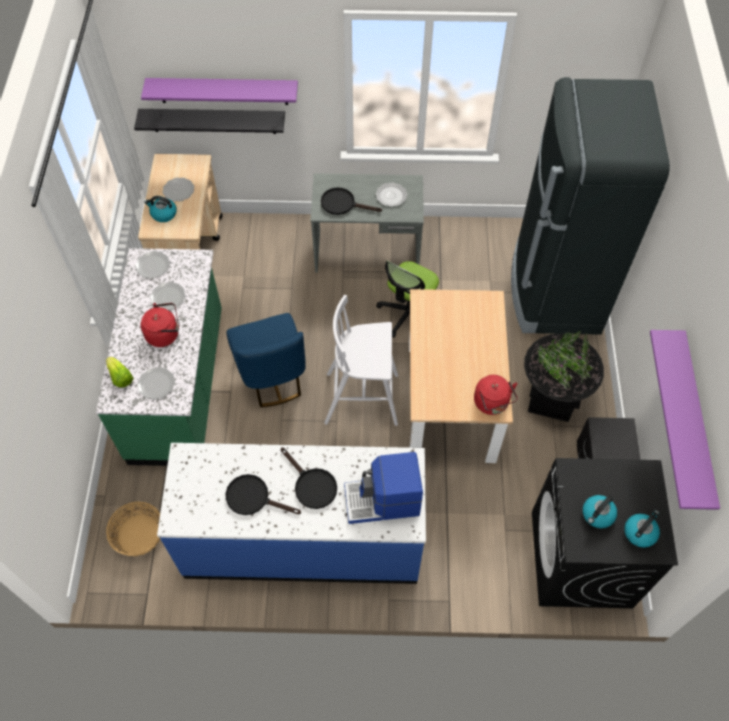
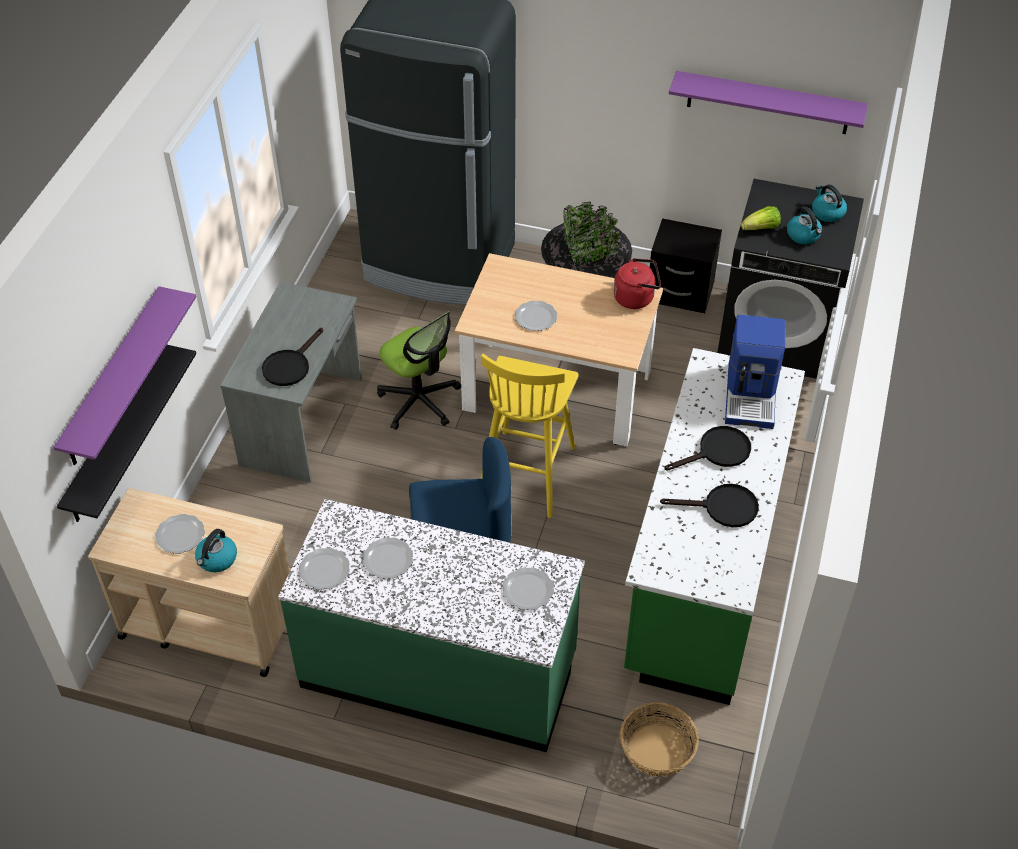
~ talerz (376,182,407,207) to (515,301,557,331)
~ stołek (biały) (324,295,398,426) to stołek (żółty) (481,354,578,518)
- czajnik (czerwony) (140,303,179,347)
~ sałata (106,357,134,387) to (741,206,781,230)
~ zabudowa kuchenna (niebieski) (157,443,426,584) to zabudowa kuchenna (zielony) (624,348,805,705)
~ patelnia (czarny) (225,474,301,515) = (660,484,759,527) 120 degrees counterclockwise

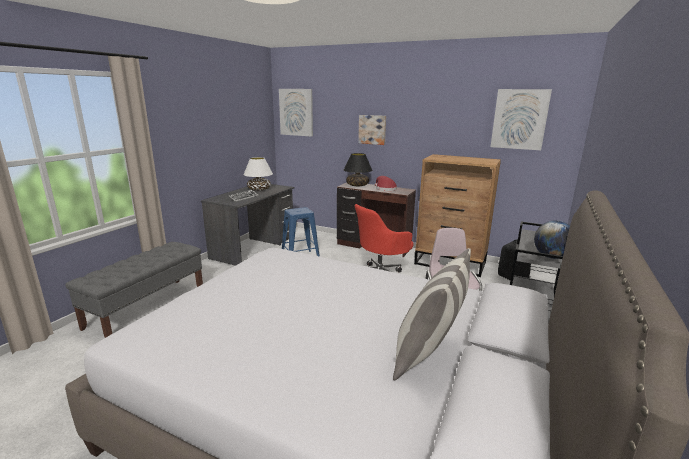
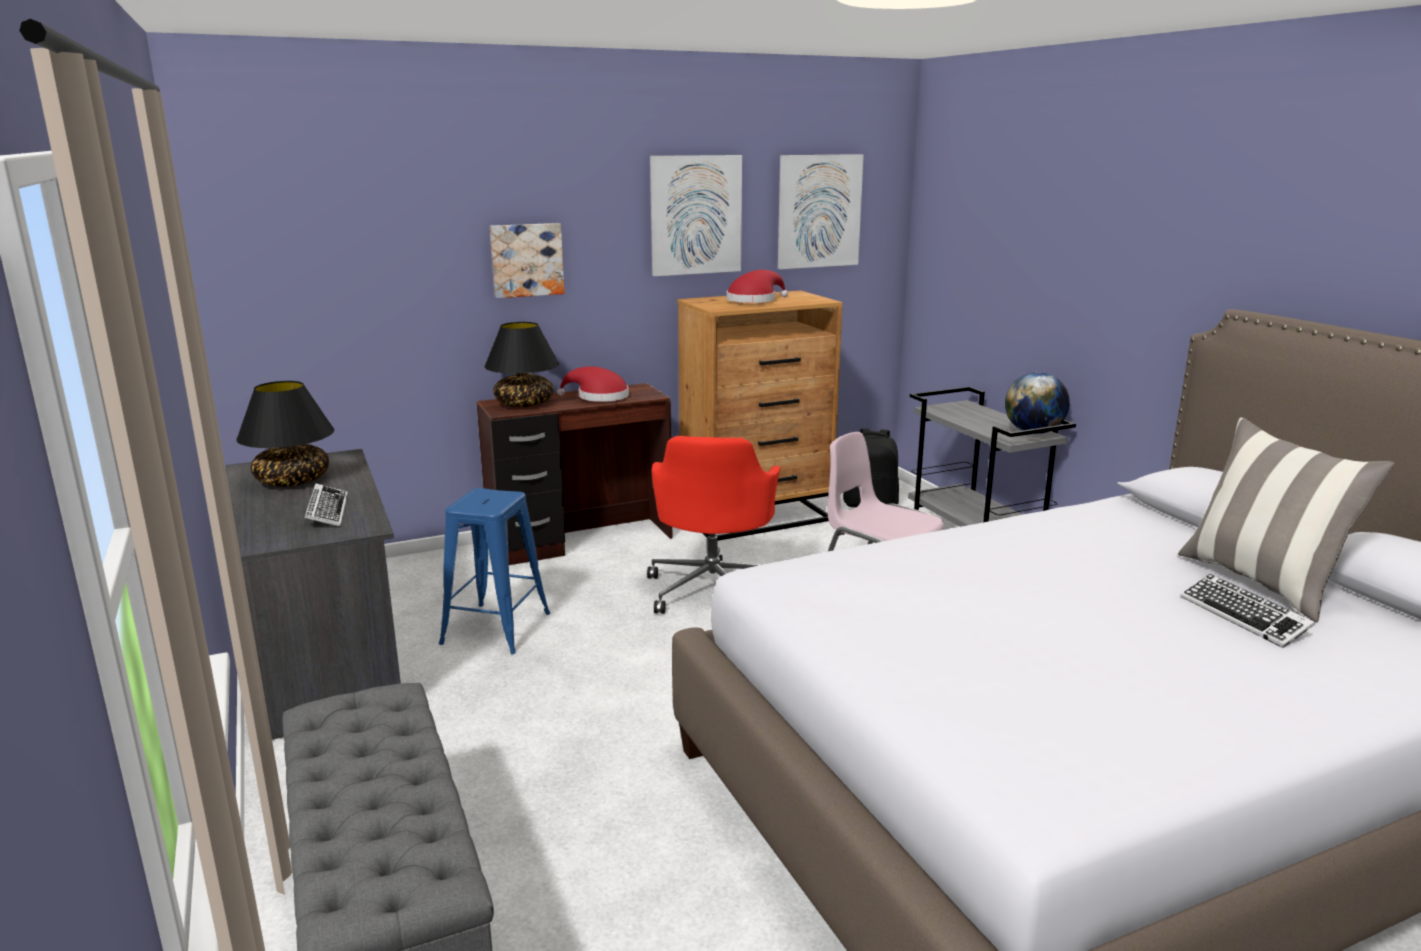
~ obraz (279,89,313,137) to (650,155,742,276)
~ lampa stołowa (biały) (243,157,273,191) to lampa stołowa (czarny) (236,381,334,486)
+ kapelusz (czerwony) (727,270,788,303)
+ klawiatura (1180,574,1315,648)

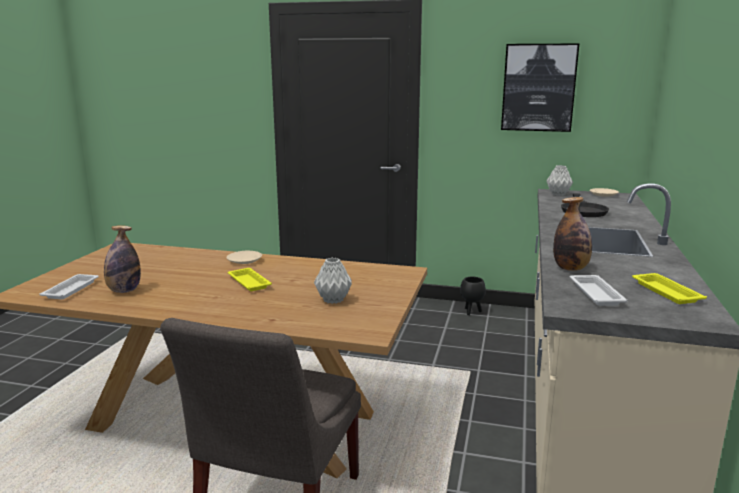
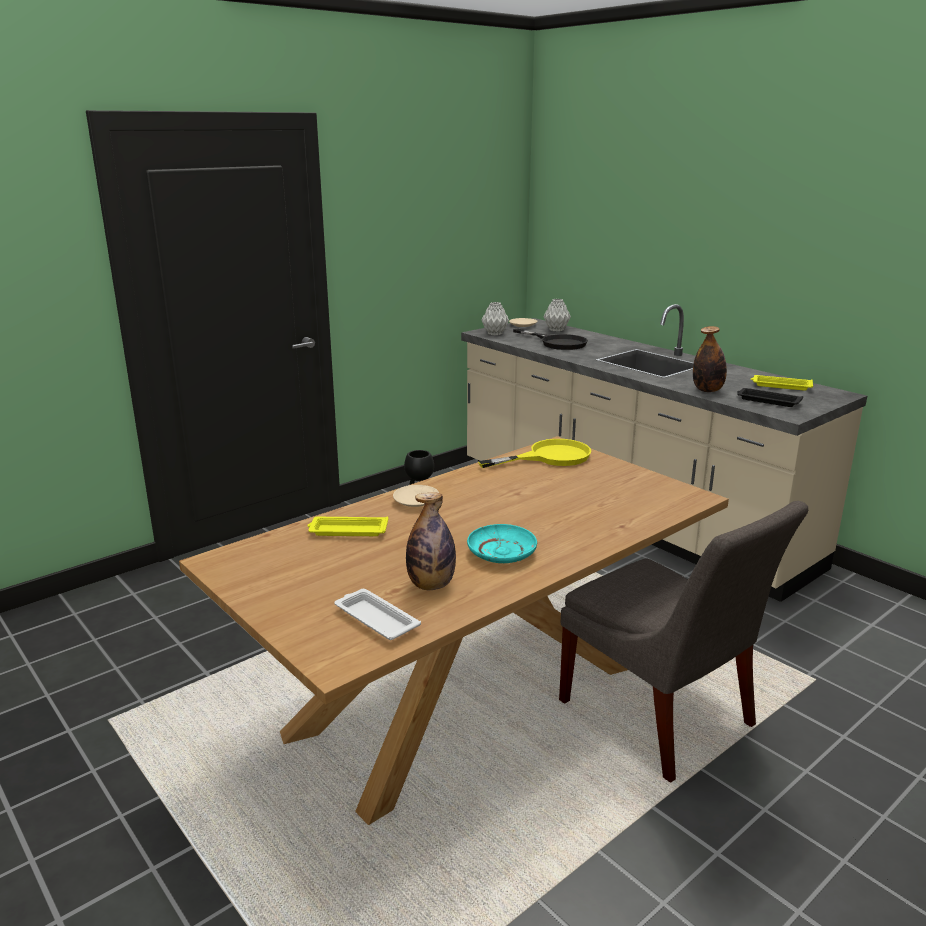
- obraz (501,44,579,132)
~ wazon (szary) (314,258,352,304) to (543,299,571,332)
~ taca (żółty) (228,268,272,291) to (307,517,388,536)
~ taca (biały) (570,275,628,306) to taca (czarny) (737,388,803,407)
+ patelnia (żółty) (478,439,591,468)
+ talerz (turkusowy) (467,524,537,563)

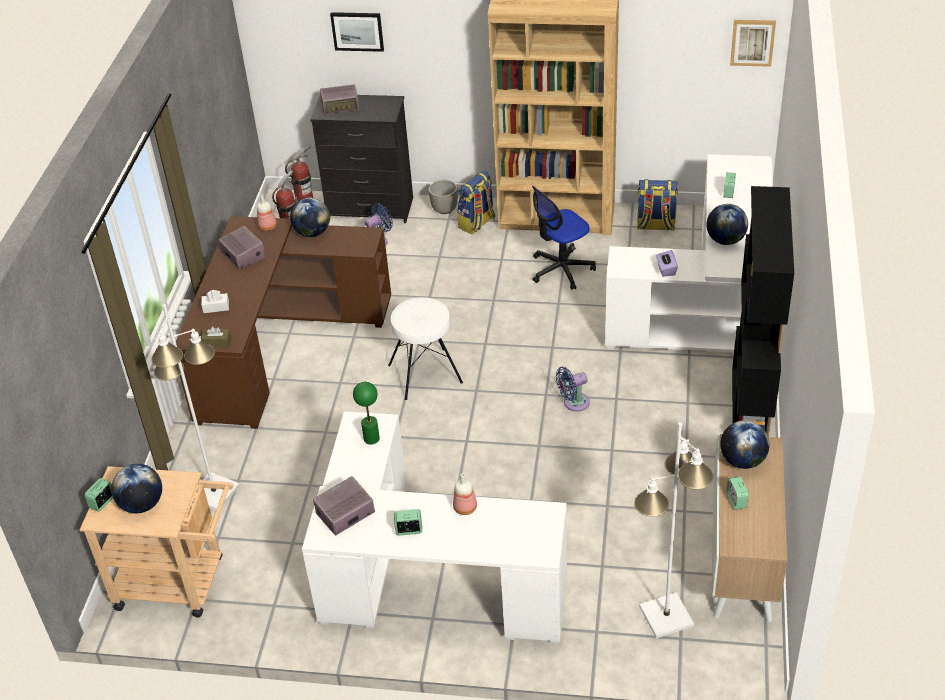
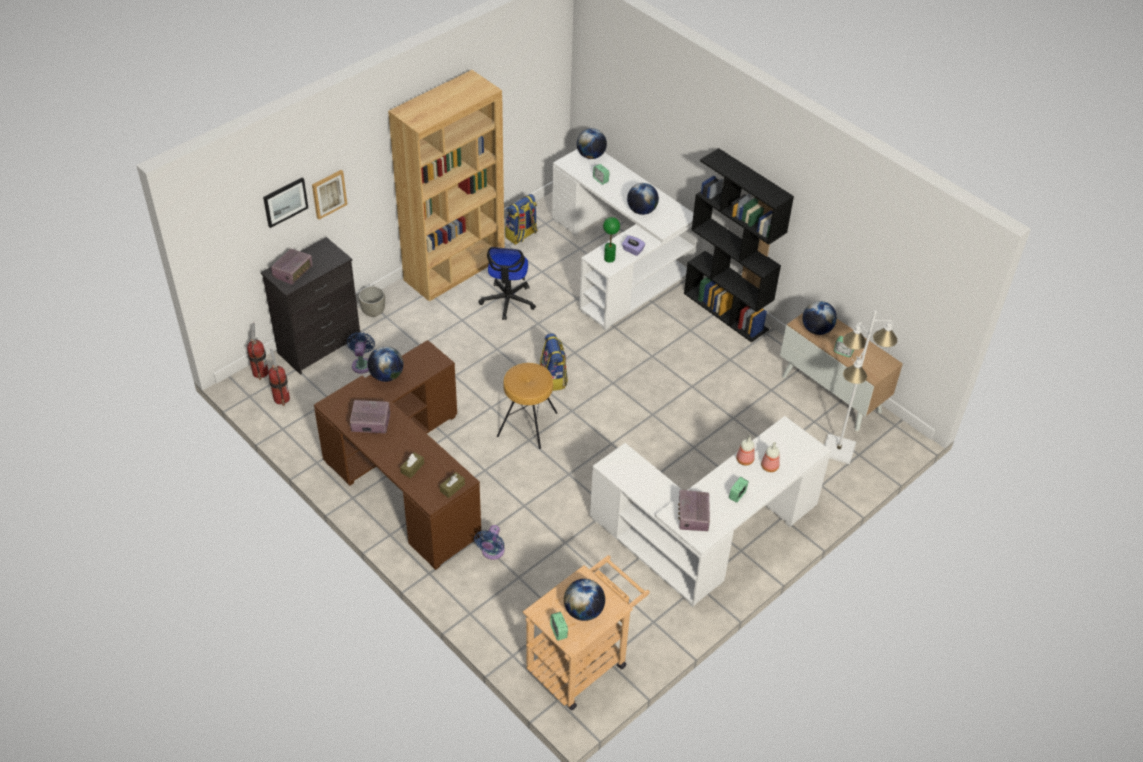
~ obraz (730,20,776,67) to (312,170,347,220)
~ plecak (457,171,495,234) to (540,333,568,391)
~ butelka (257,195,277,231) to (761,442,780,472)
~ pudełko chusteczek (biały) (201,290,229,313) to pudełko chusteczek (brązowy) (400,452,424,478)
~ stołek (biały) (388,297,463,400) to stołek (brązowy) (497,363,557,449)
- lampa stojąca (biały) (151,304,240,510)
~ wentylator (niebieski) (556,367,590,412) to (474,525,505,560)
~ lampa stołowa (zielony) (353,382,380,444) to (603,217,620,263)
+ globus (577,128,607,159)

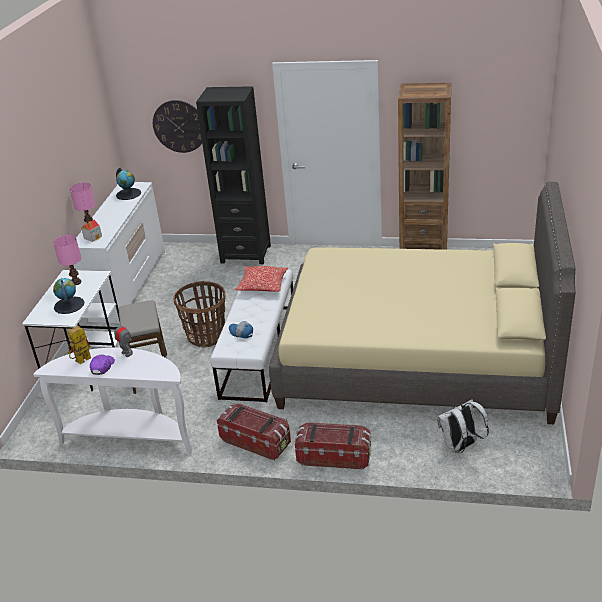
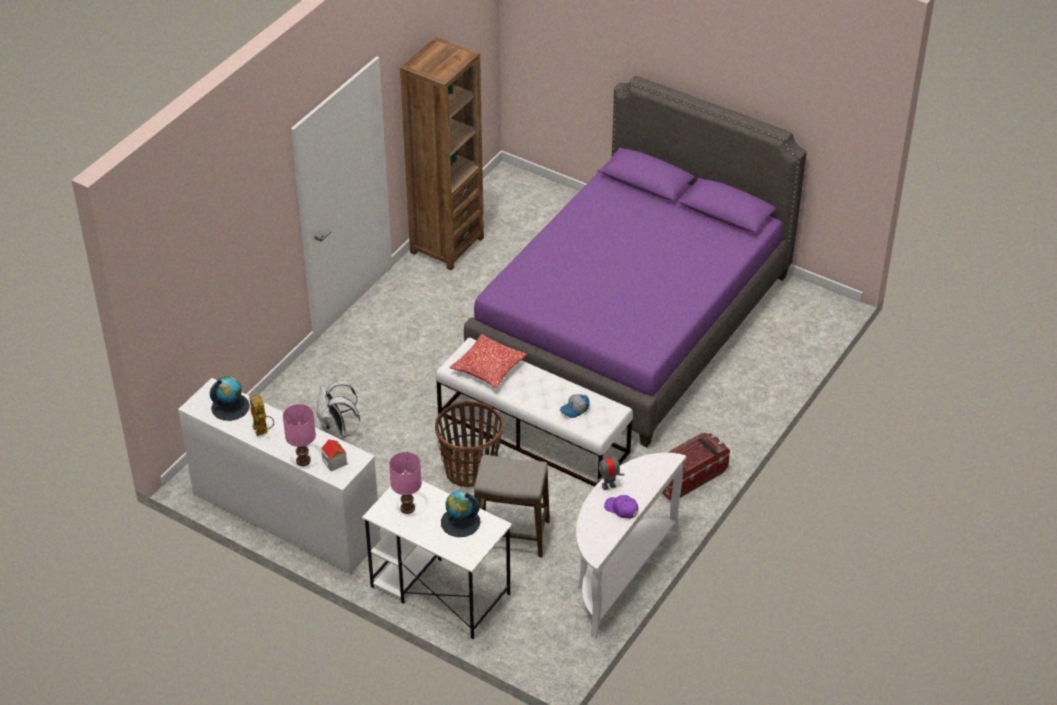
- regał (czarny) (196,87,271,264)
- zegar ścienny (153,100,202,153)
~ łóżko (beżowy) (269,182,576,424) to łóżko (fioletowy) (464,76,807,447)
~ robot zabawkowy (67,326,91,364) to (249,394,274,436)
~ plecak (biały) (437,399,489,453) to (316,381,360,440)
- pojemnik do przechowywania (295,422,371,470)

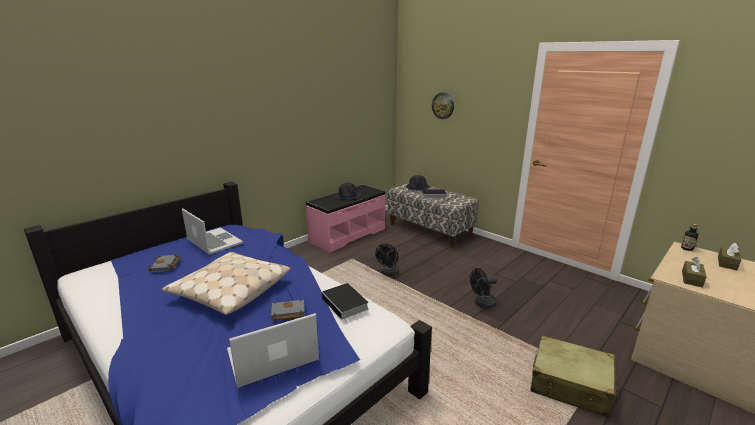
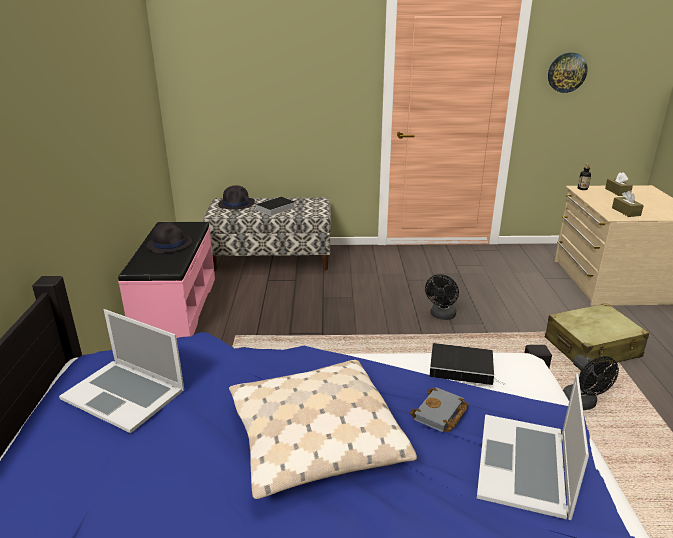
~ zegar ścienny (432,93,454,119) to (548,52,588,93)
~ laptop (182,208,243,255) = (59,309,184,433) 150 degrees counterclockwise
~ wentylator (czarny) (375,244,399,276) to (563,355,619,410)
- książka (szary) (148,255,180,272)

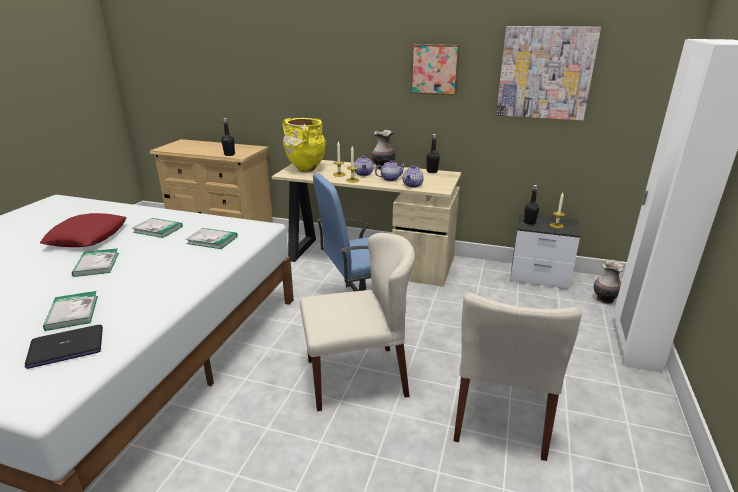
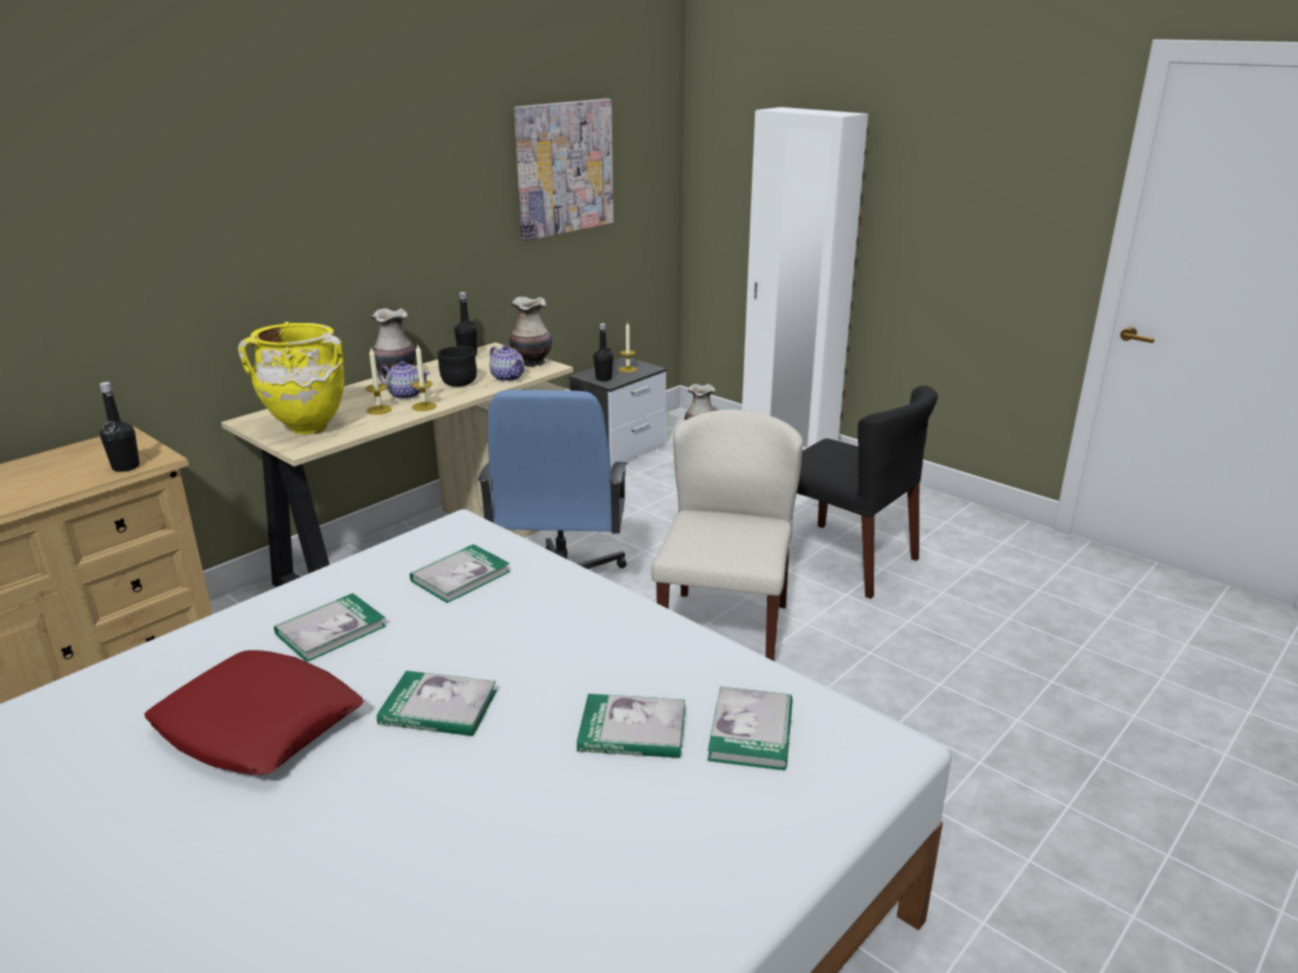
- obraz (410,44,460,96)
~ imbryk (375,160,406,181) to miska (czarny) (438,346,477,387)
~ krzesło (beżowy) (453,293,582,461) to krzesło (czarny) (797,386,938,599)
~ laptop (25,325,103,369) to książka (707,687,793,771)
+ wazon (509,296,552,367)

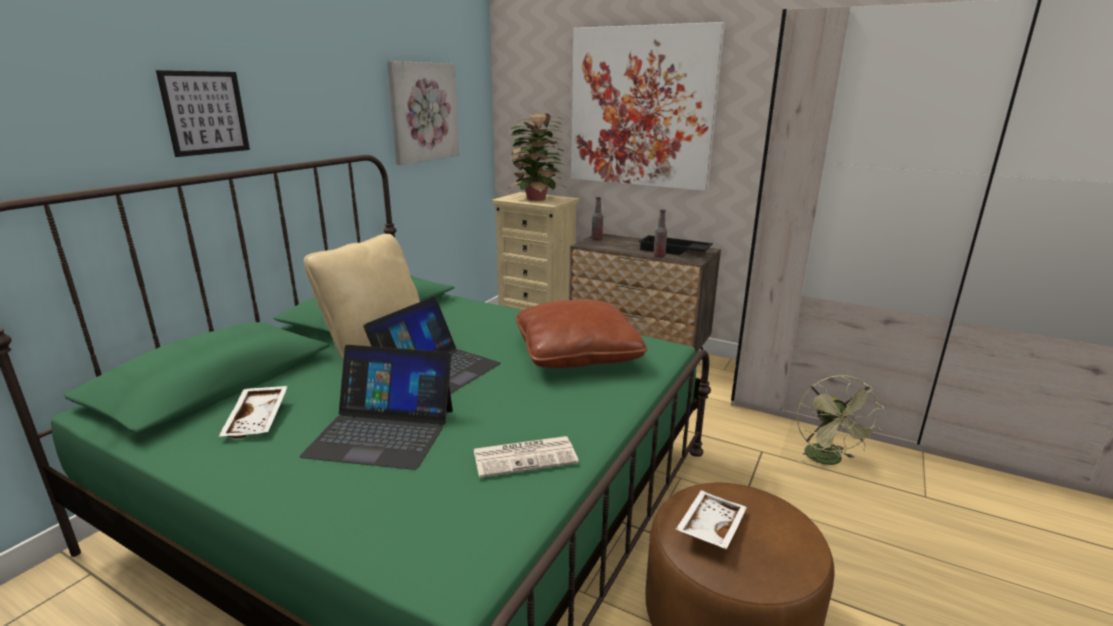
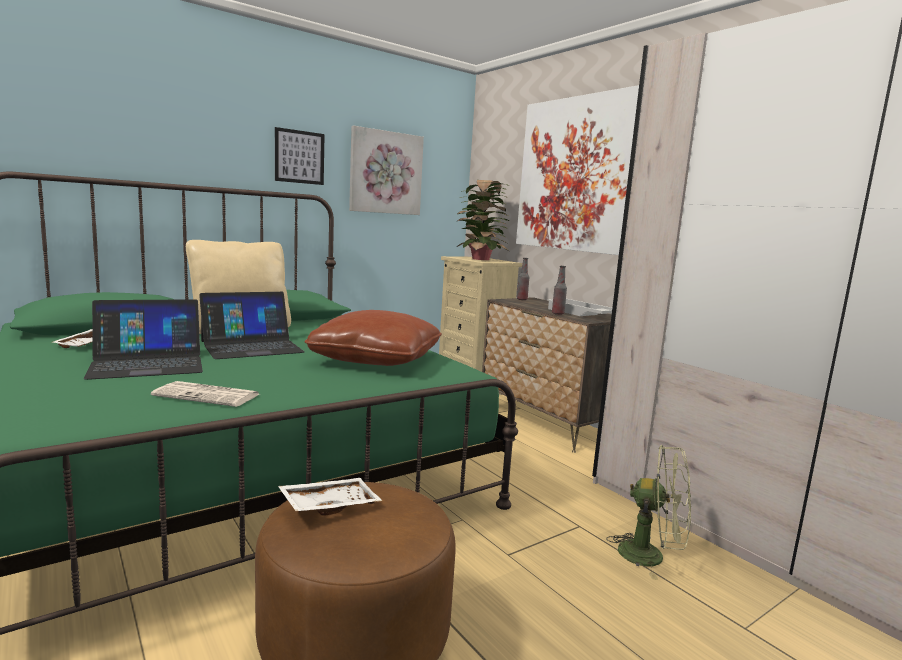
~ obraz (156,70,250,157) to (275,127,325,185)
~ taca (czarny) (639,235,713,255) to taca (biały) (547,299,612,316)
~ laptop (300,345,453,470) = (84,299,203,380) 60 degrees counterclockwise
~ wentylator (zielony) (797,375,884,465) = (606,444,691,579) 90 degrees counterclockwise

